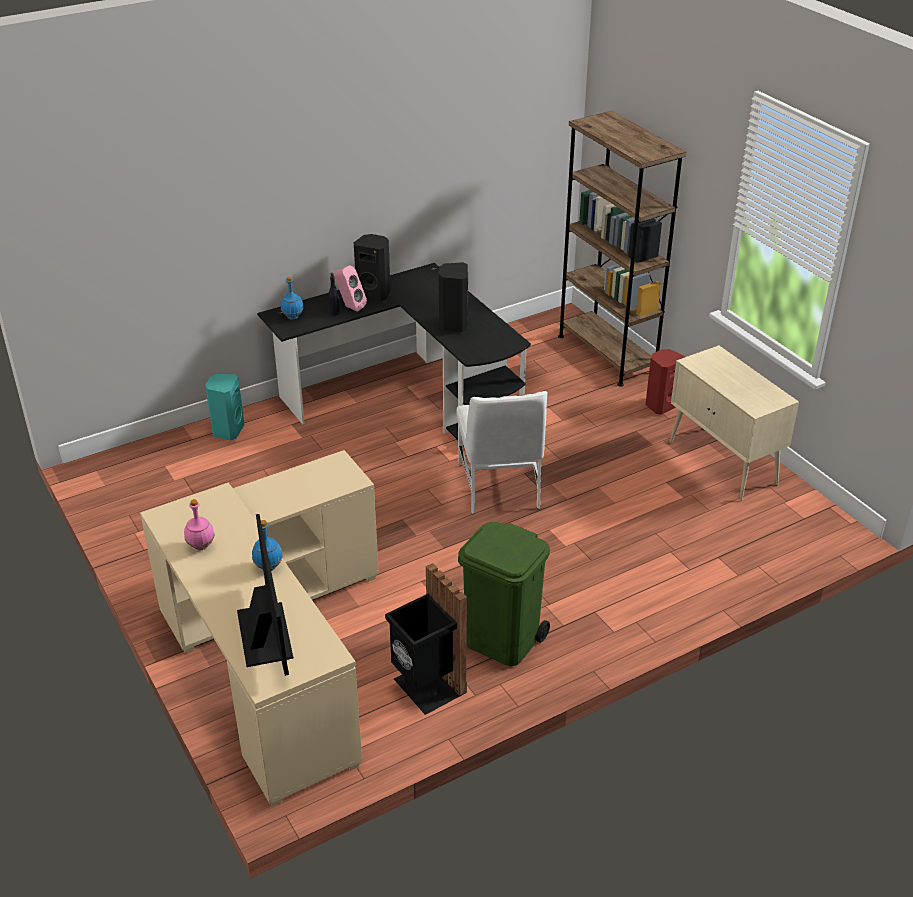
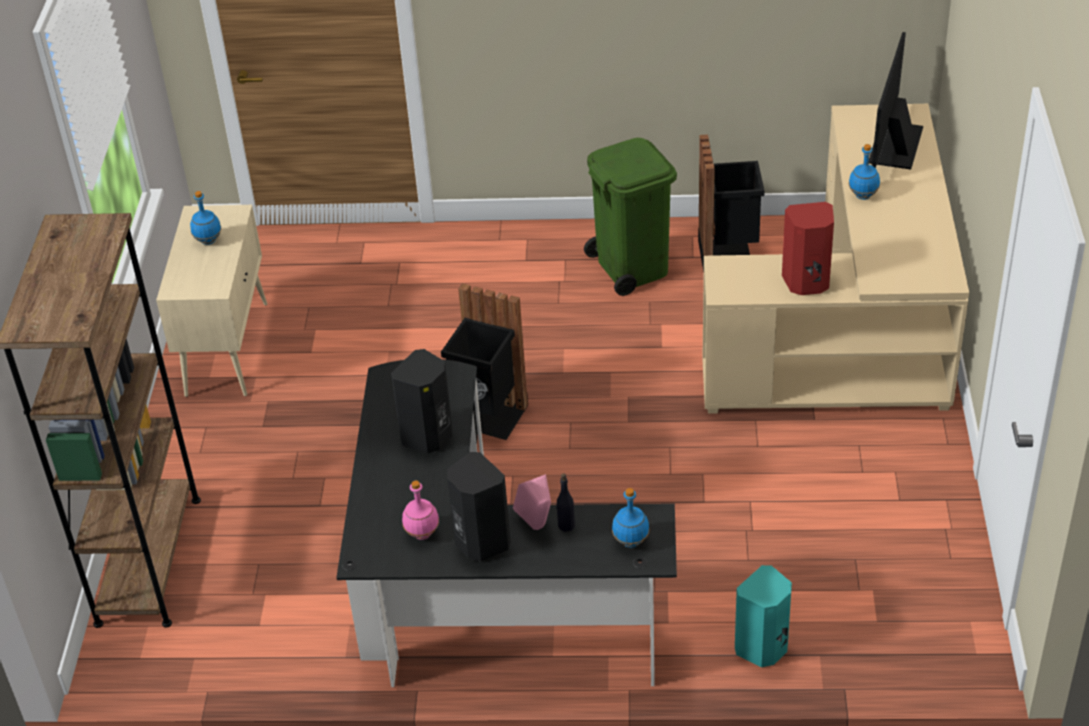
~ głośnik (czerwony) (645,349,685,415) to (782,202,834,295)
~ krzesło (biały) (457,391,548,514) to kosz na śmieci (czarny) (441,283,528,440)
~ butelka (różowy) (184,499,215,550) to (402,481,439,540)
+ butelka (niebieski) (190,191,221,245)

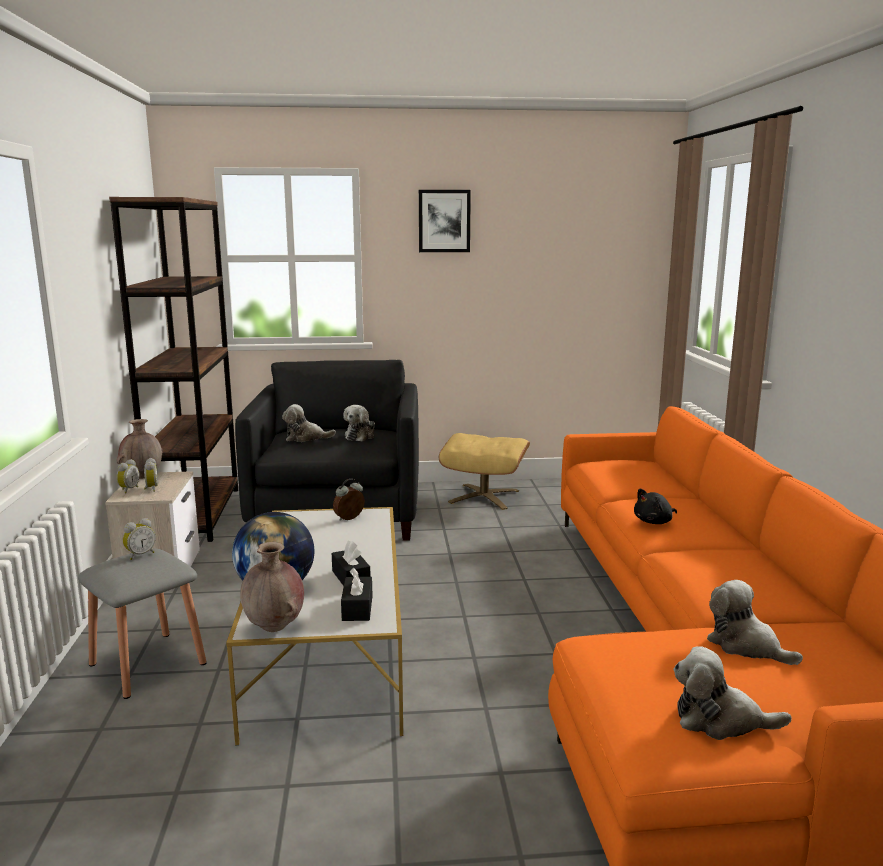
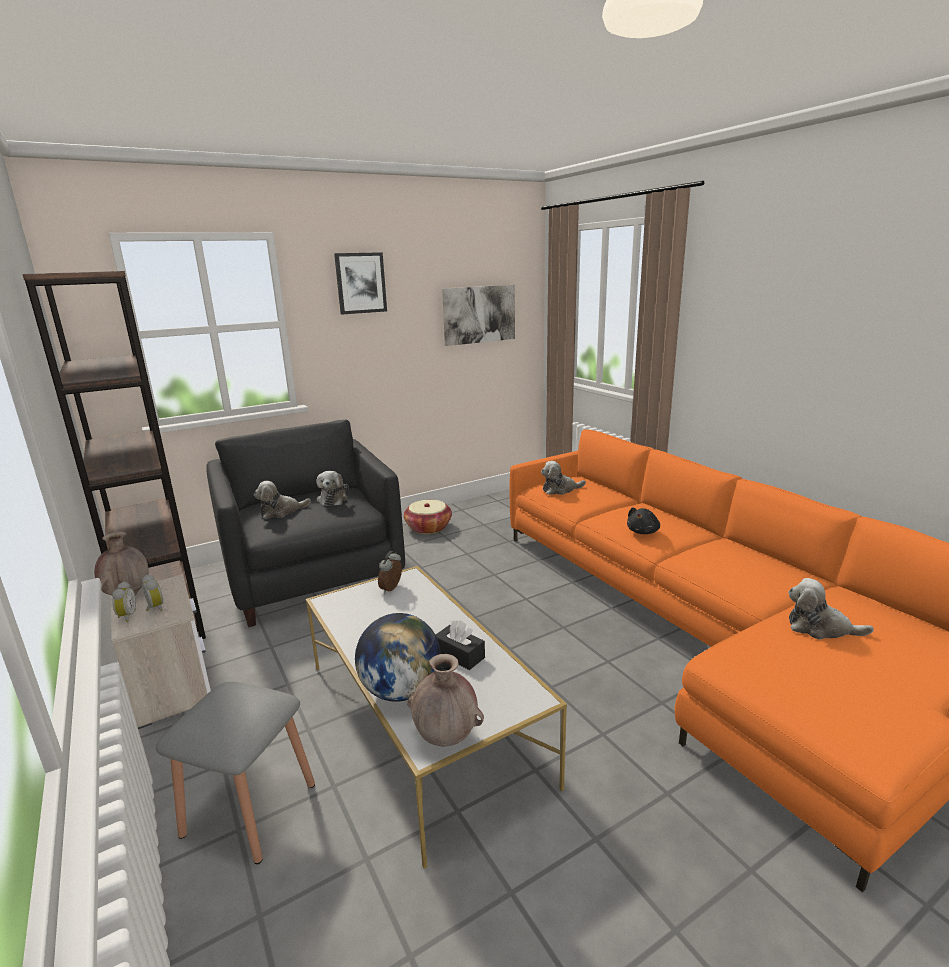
~ pufa (beżowy) (439,433,530,510) to koszyk (404,500,452,534)
- budzik (123,518,156,560)
- pudełko chusteczek (czarny) (341,568,372,621)
~ pluszak (674,646,791,740) to (541,461,586,495)
+ obraz (442,285,515,346)

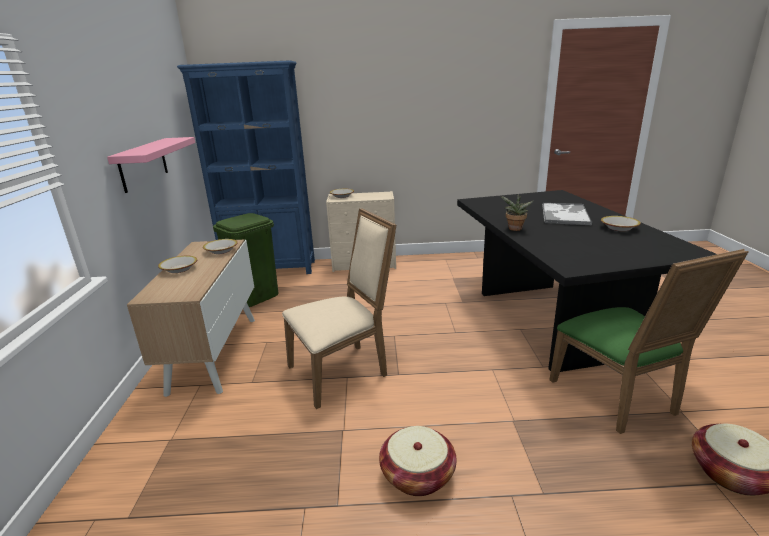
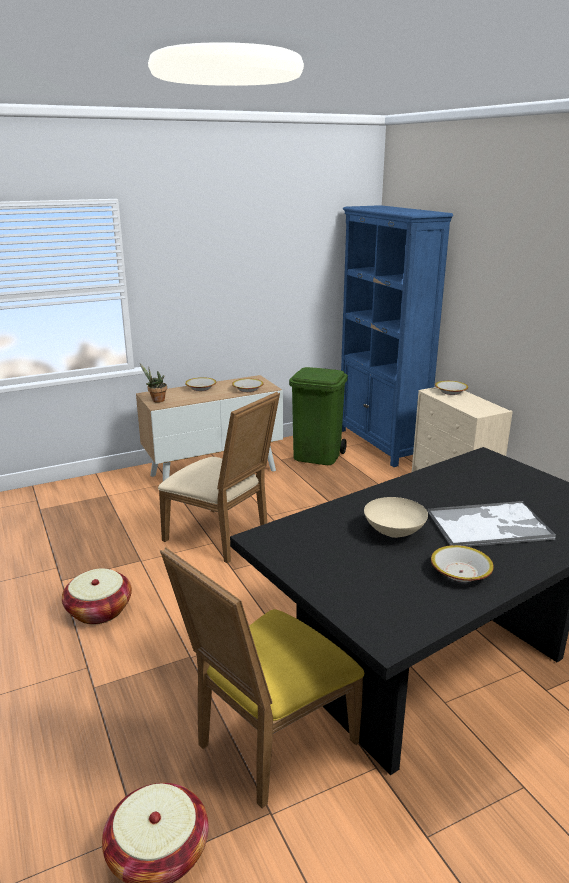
- półka (różowy) (107,137,195,193)
~ roślina doniczkowa (500,194,533,231) to (140,363,167,403)
~ krzesło (zielony) (549,249,749,434) to krzesło (żółty) (160,547,364,808)
+ miska (beżowy) (364,497,428,538)

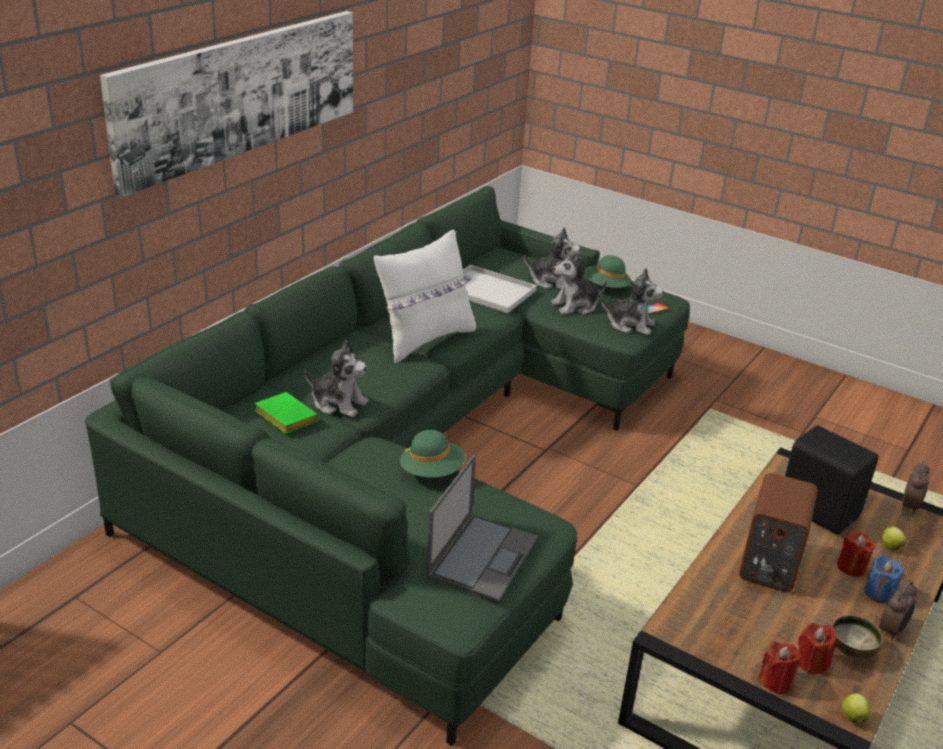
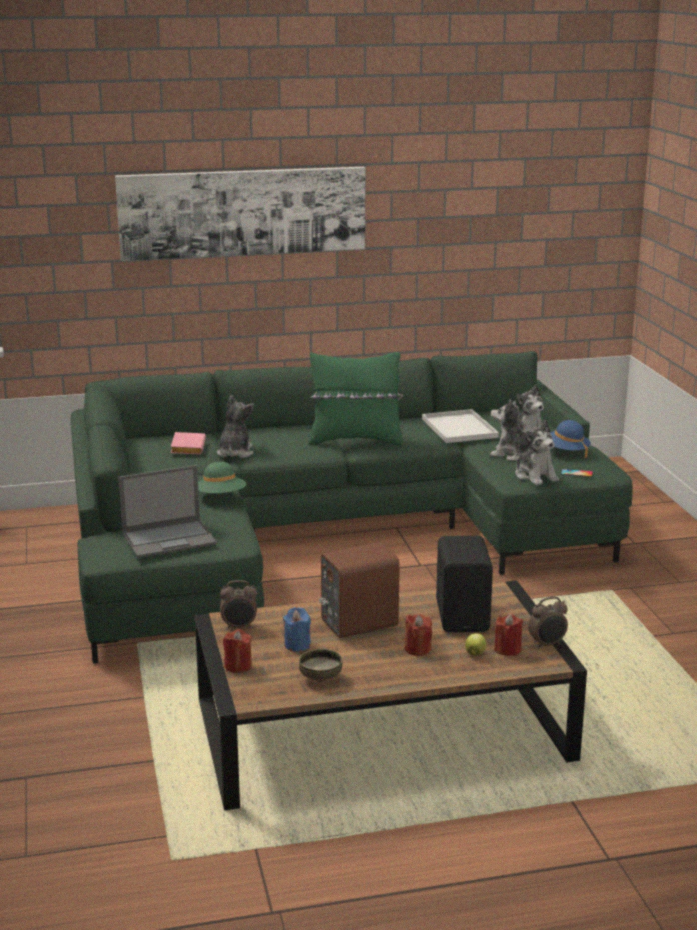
~ poduszka (biały) (374,229,476,363) to poduszka (zielony) (309,352,404,446)
~ kapelusz (zielony) (584,255,631,288) to kapelusz (niebieski) (550,420,591,458)
~ pluszak (305,340,369,417) = (217,395,254,458) 150 degrees counterclockwise
~ książka (zielony) (255,392,319,434) to książka (różowy) (171,432,206,454)
~ świeca (niebieski) (864,554,904,604) to (283,607,311,651)
~ budzik (880,581,918,641) to (220,580,257,630)
~ świeca (czerwony) (798,623,837,674) to (494,614,523,656)
- jabłko (842,693,871,724)

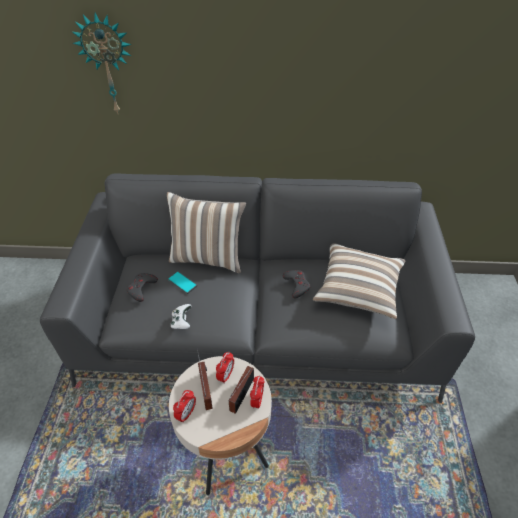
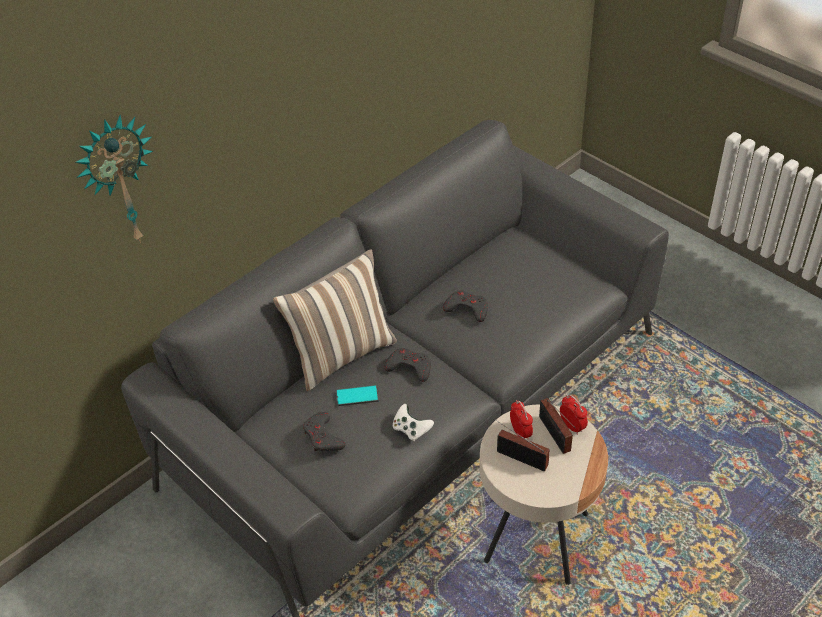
- poduszka (313,243,405,319)
- budzik (173,390,196,423)
+ pad do gier (szary) (384,348,431,382)

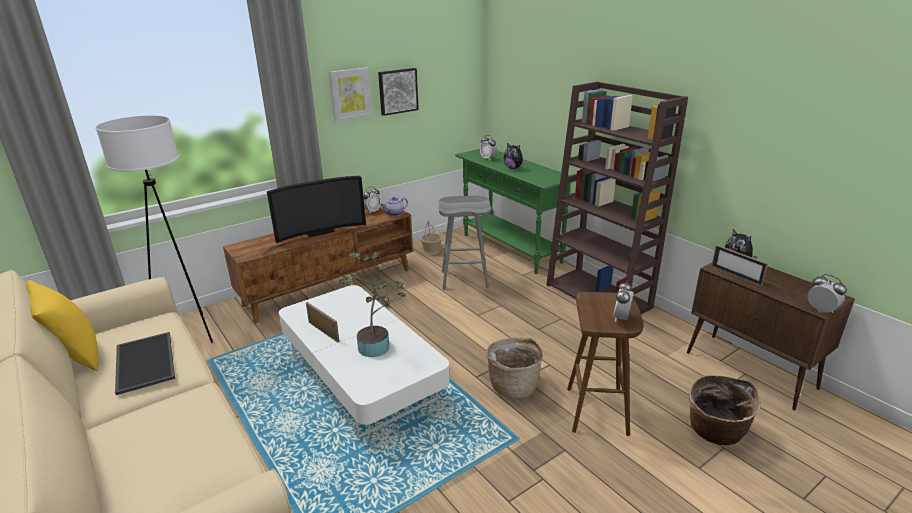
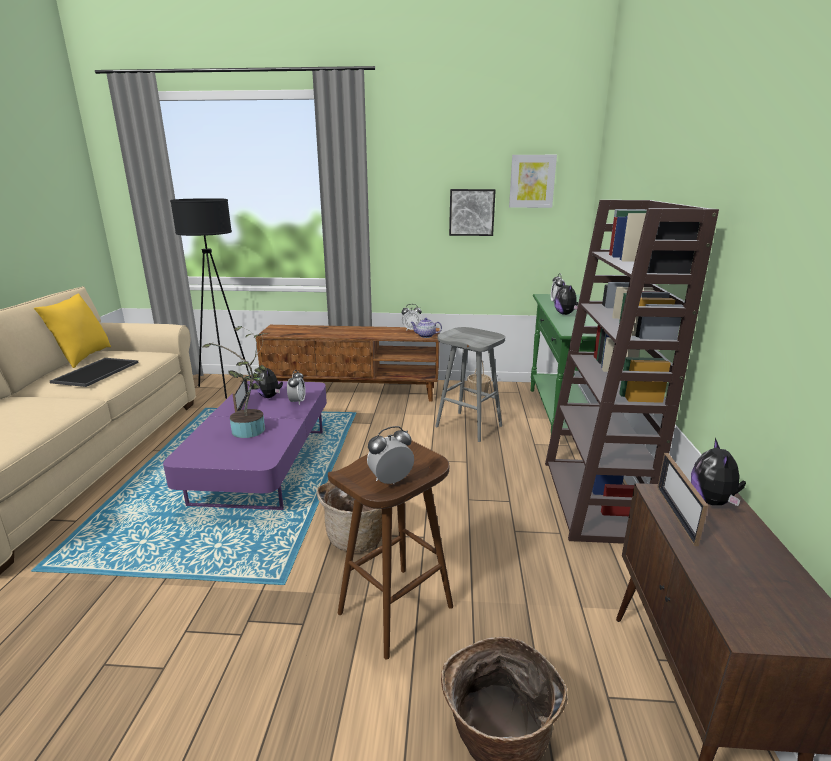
~ obraz (329,67,372,121) to (509,155,557,208)
~ lampa stojąca (biały) (96,115,213,343) to lampa stojąca (czarny) (170,198,251,399)
- telewizor (267,176,366,243)
~ budzik (807,274,847,313) to (287,370,306,405)
~ ława (biały) (279,285,450,439) to ława (fioletowy) (163,381,327,510)
+ pluszak (256,368,283,398)

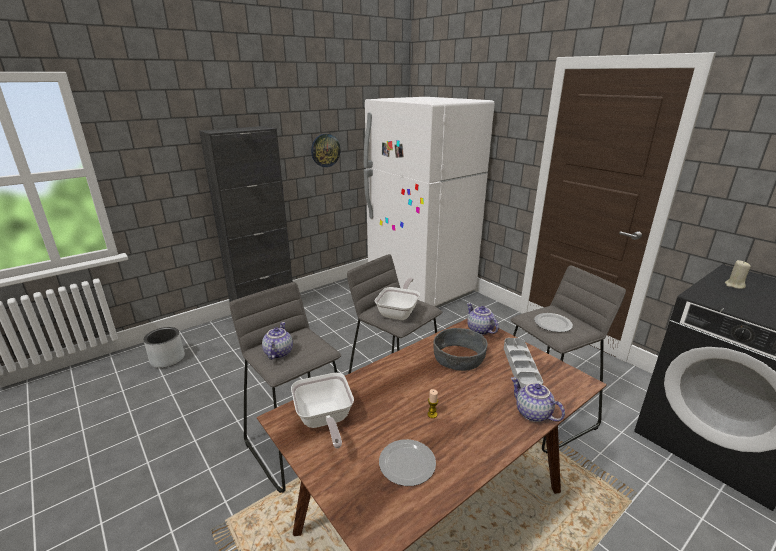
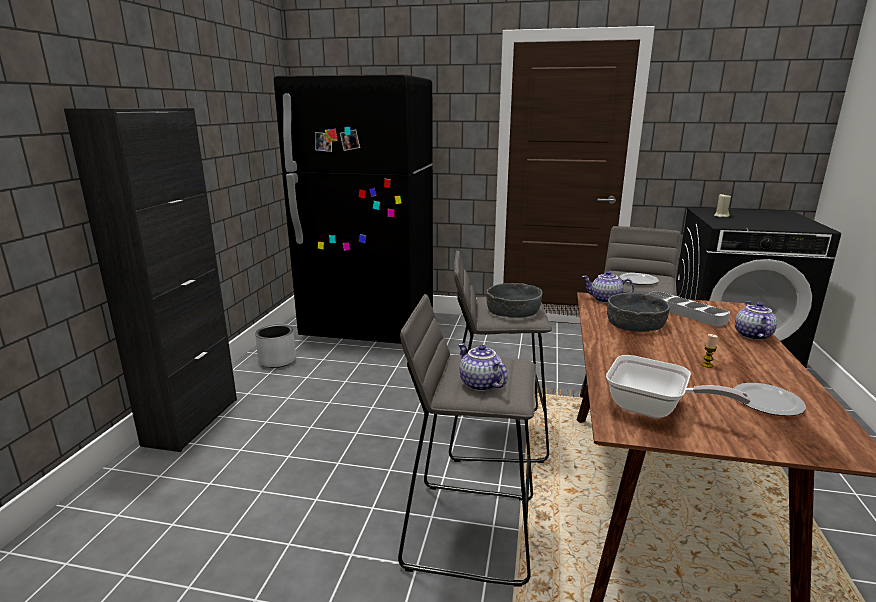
~ lodówka (biały) (364,97,495,308) to lodówka (czarny) (273,74,433,344)
- zegar ścienny (311,134,340,167)
~ patelnia (375,278,420,320) to miska (szary) (487,283,543,318)
~ donica (szary) (143,327,185,368) to (255,324,296,368)
~ imbryk (511,377,565,422) = (735,301,777,340) 90 degrees clockwise

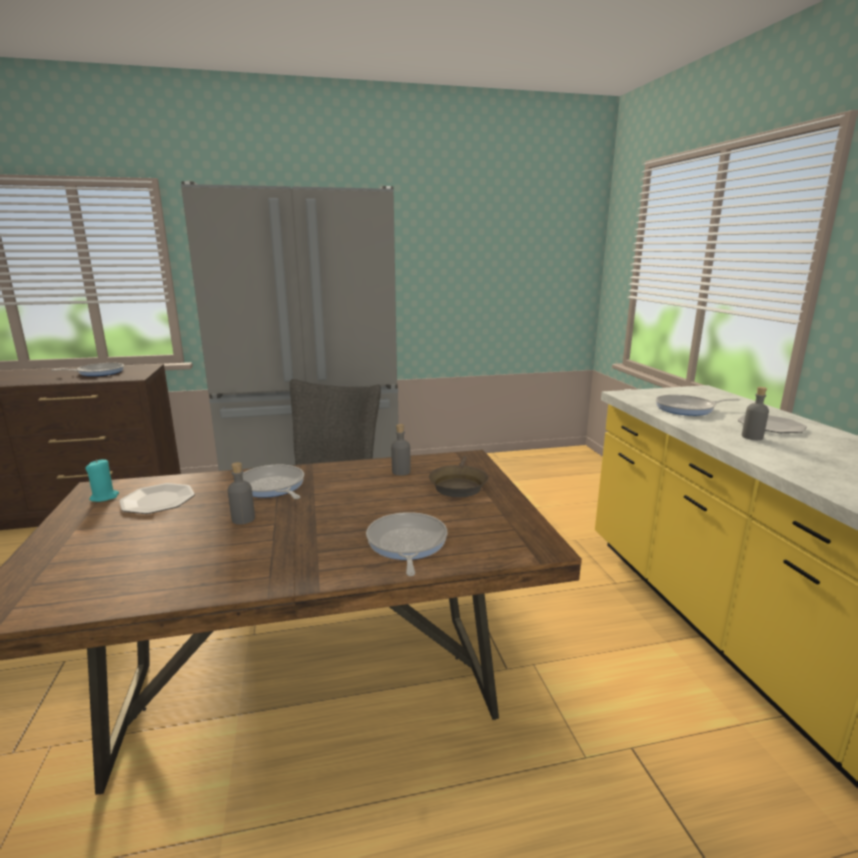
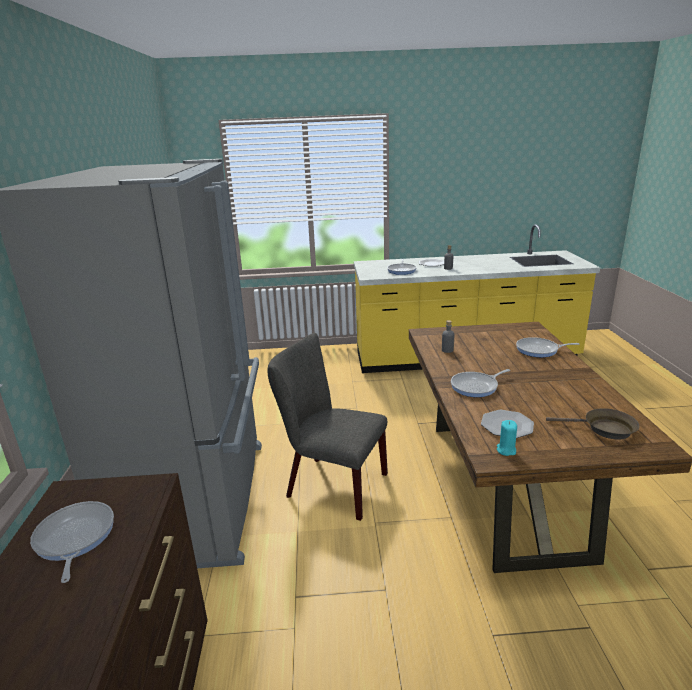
~ patelnia (brązowy) (429,456,488,498) to (546,408,639,440)
- butelka (szary) (228,462,255,525)

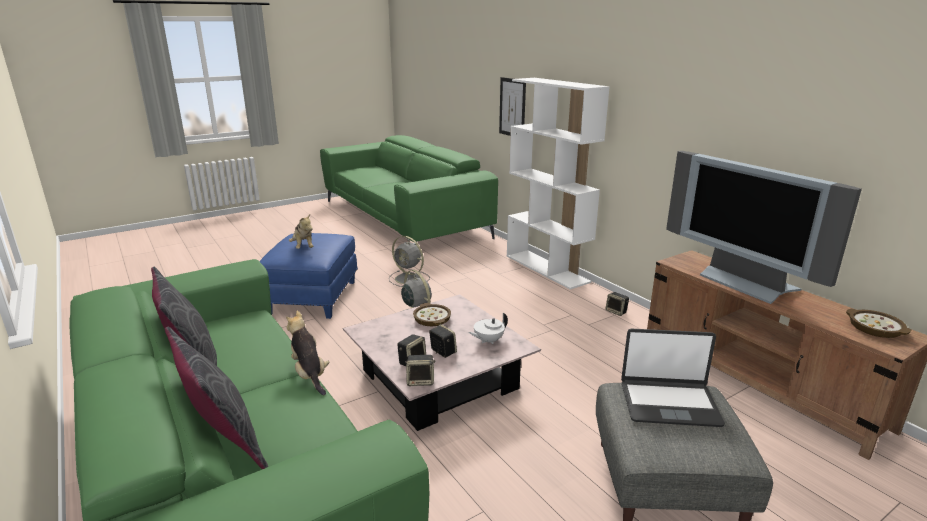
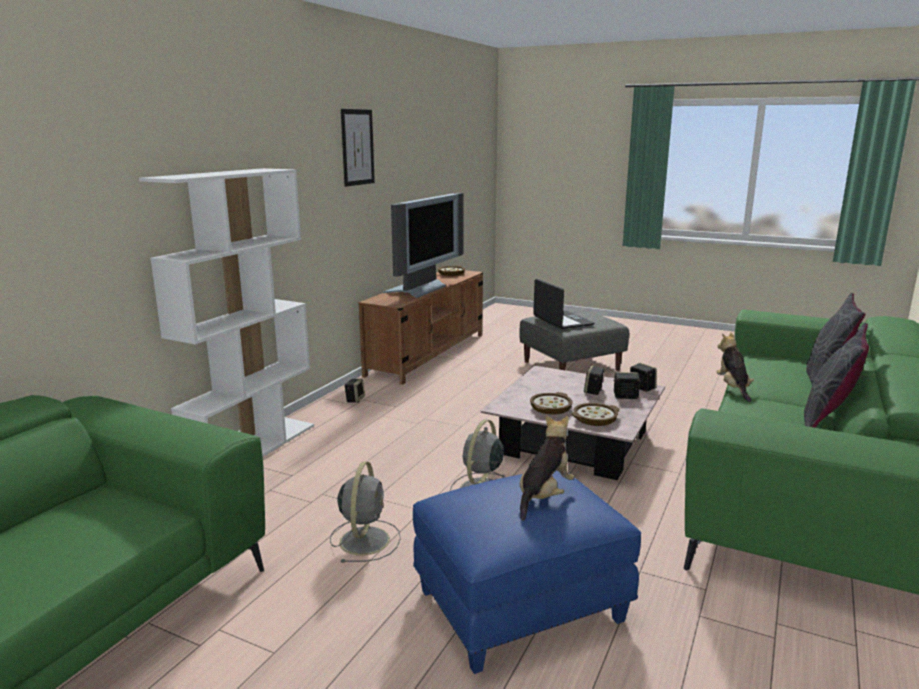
~ obraz (499,77,526,136) to (341,109,375,187)
~ pluszak (286,310,329,395) = (717,332,754,402) 150 degrees clockwise
- imbryk (biały) (468,313,508,344)
+ miska (572,403,619,426)

